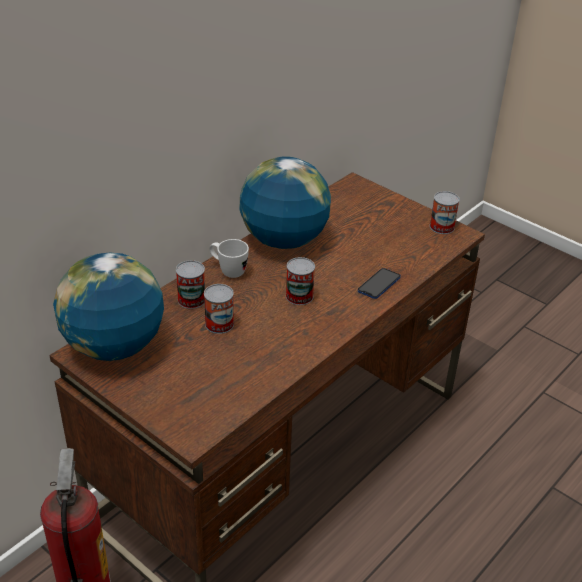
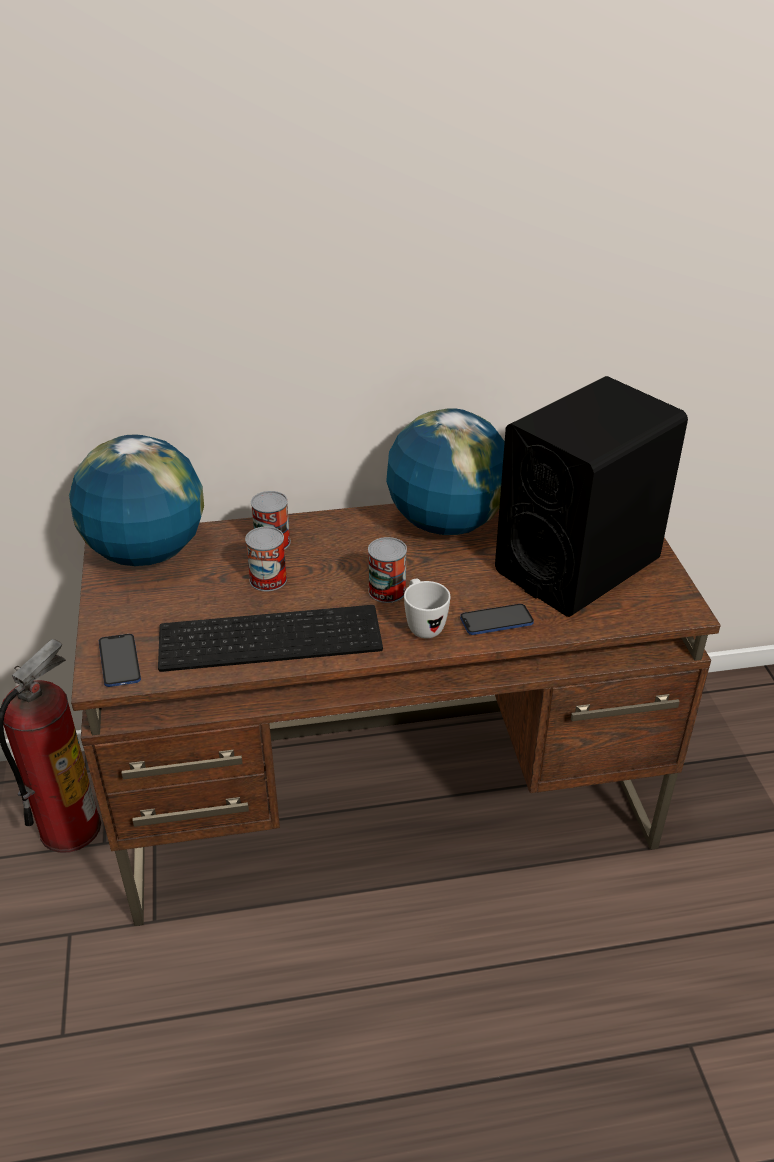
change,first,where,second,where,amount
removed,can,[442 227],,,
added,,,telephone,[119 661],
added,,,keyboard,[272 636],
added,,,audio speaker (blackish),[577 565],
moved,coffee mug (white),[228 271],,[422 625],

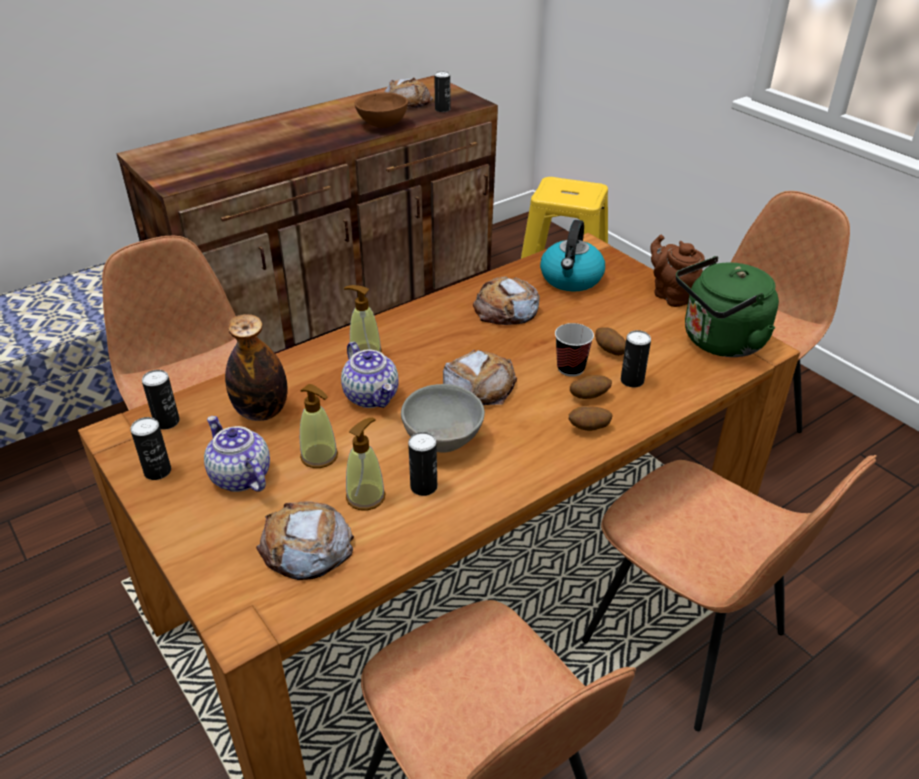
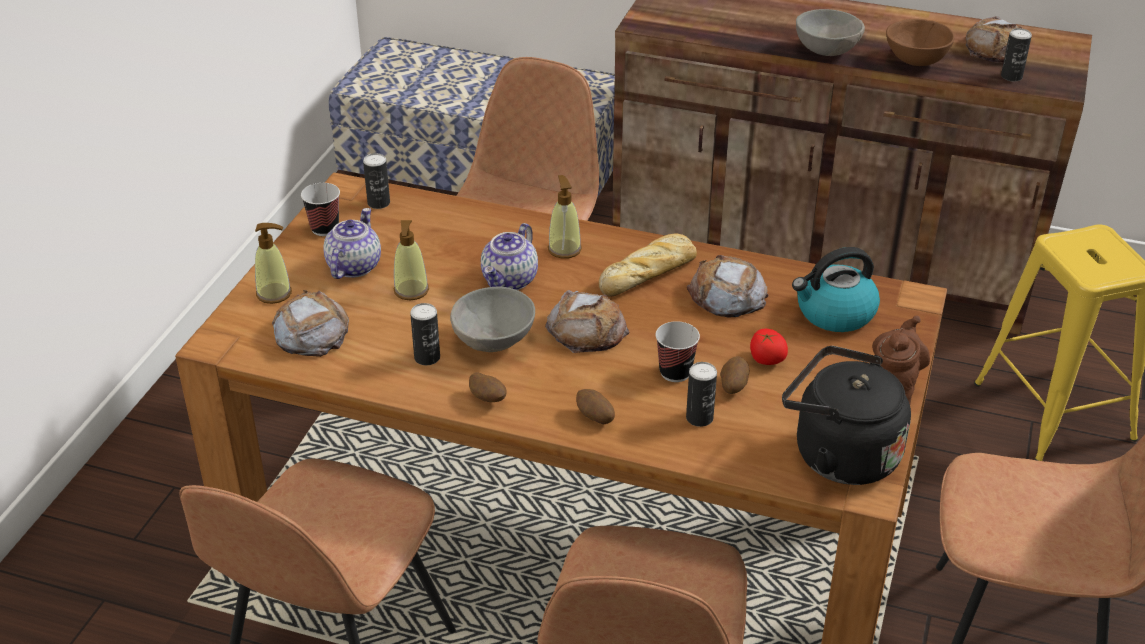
change,first,where,second,where,amount
removed,beverage bottle,[262 412],,,
added,,,baked bread,[649 272],
added,,,fresh tomato,[766 360],
added,,,serving bowl (grey),[826 50],
moved,liquid soap bottle,[366 497],,[274 293],
moved,spud,[589 396],,[488 399],
replaced,can,[157 471],drinking cup,[324 228],
recoloured,tea kettle (greenish),[719 342],tea kettle (blackish),[839 454],

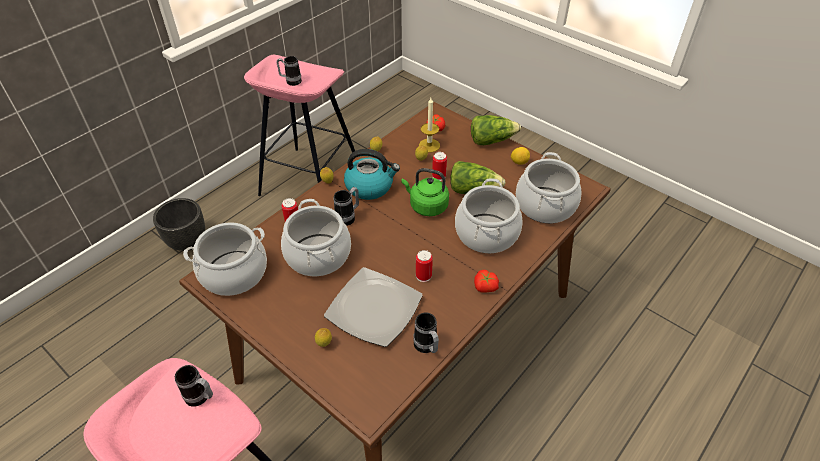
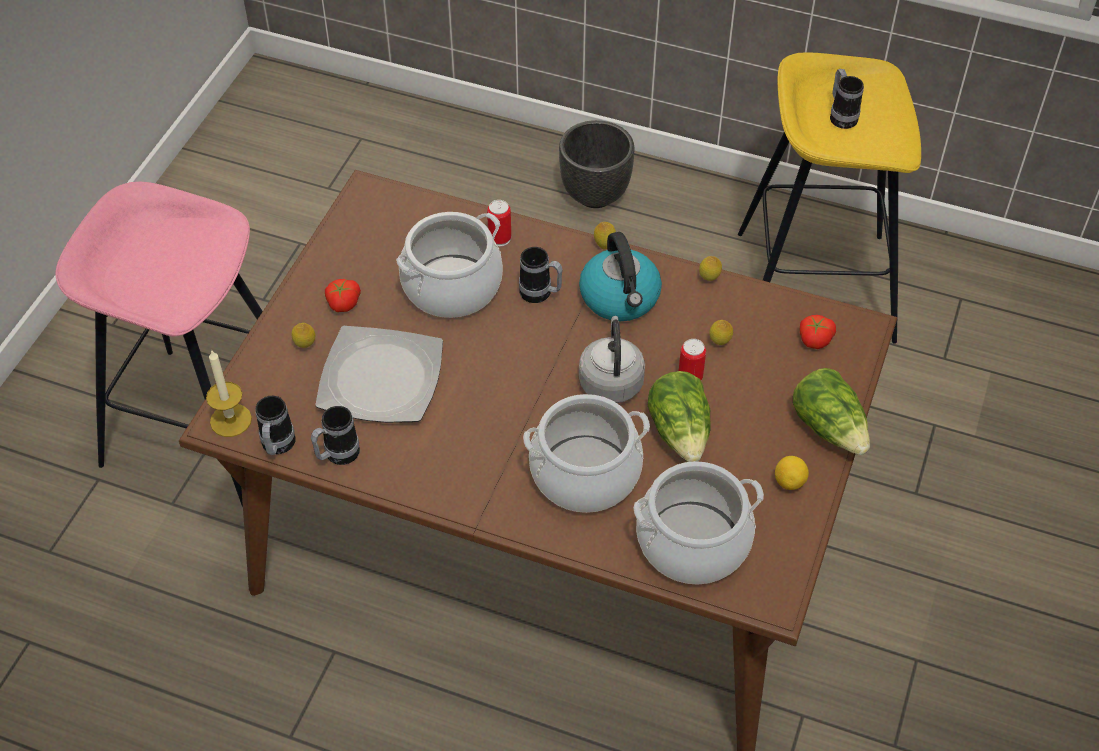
change,first,where,second,where,amount
removed,stockpot,[234 273],,,
removed,can,[423 276],,,
moved,coffee mug,[201 398],,[277 447],
moved,wax candle,[429 145],,[231 420],
moved,fresh tomato,[485 287],,[342 302],
recoloured,sitting stool (pink-coloured),[310 180],sitting stool (yellow),[814 285],
recoloured,tea kettle (greenish),[426 206],tea kettle (grey),[611 380],

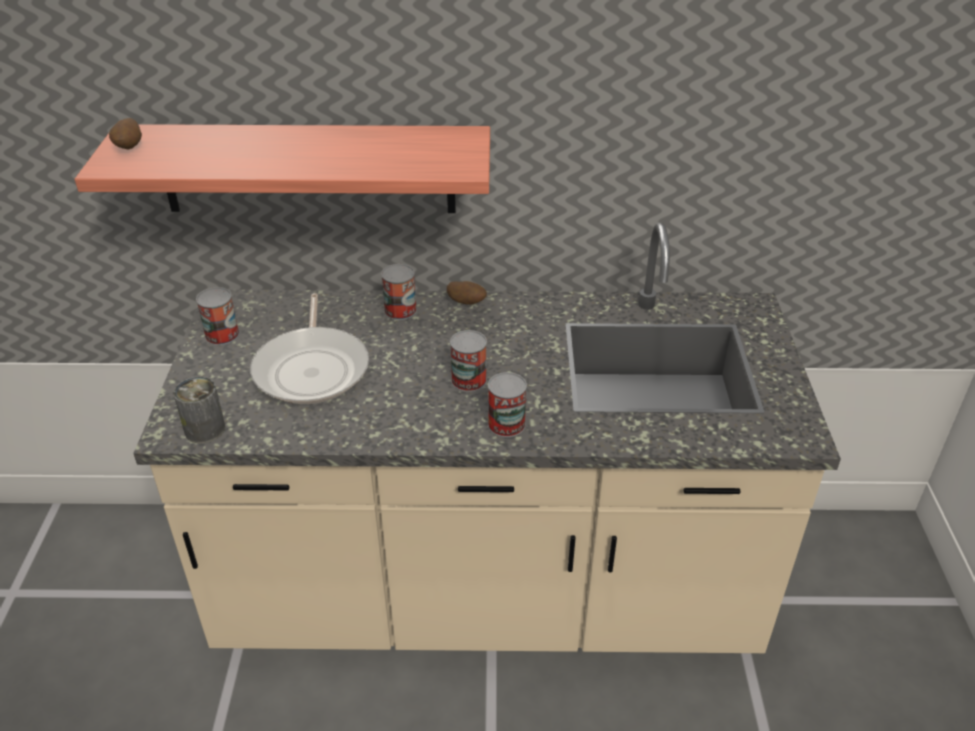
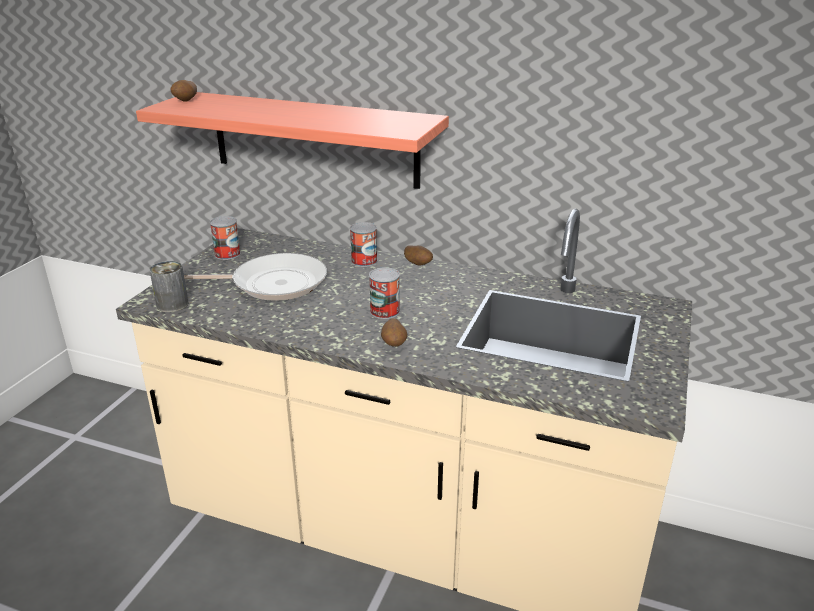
change,first,where,second,where,amount
replaced,can,[506 424],spud,[394 344],
turned,frying pan,[312 368],,[274 283],105 degrees counterclockwise

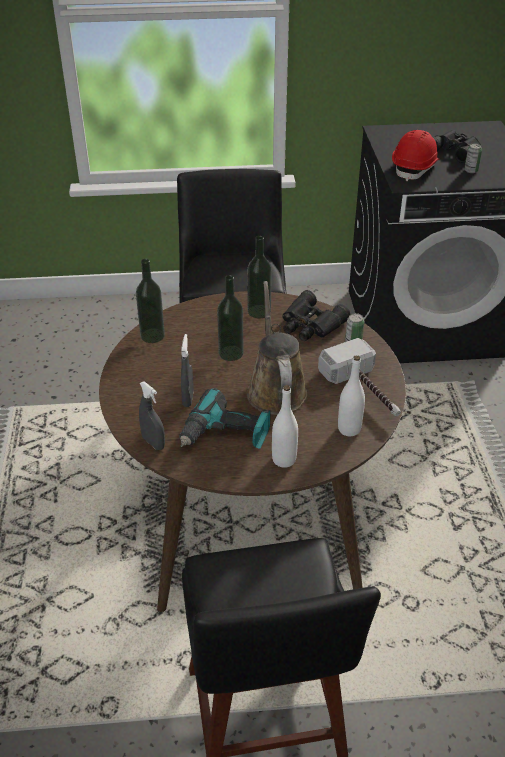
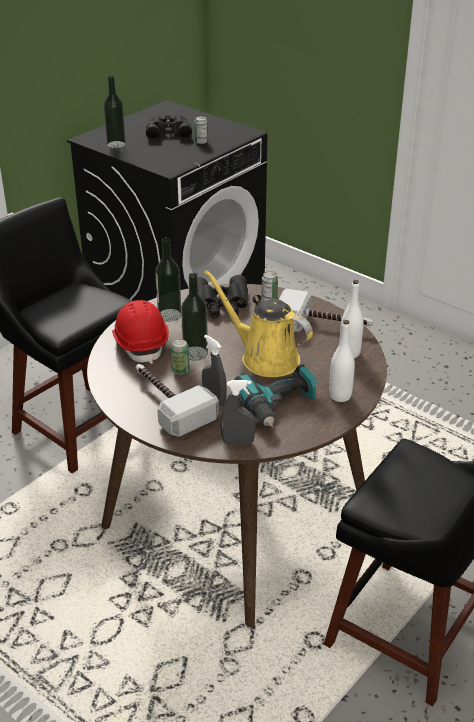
change,first,where,second,where,amount
added,,,hammer,[167 403],
added,,,can,[180 370],
moved,beverage bottle,[152 335],,[116 144],
moved,work helmet (reddish),[415 168],,[141 343],
recoloured,watering pot (brownish),[275 389],watering pot (yellow),[265 358],

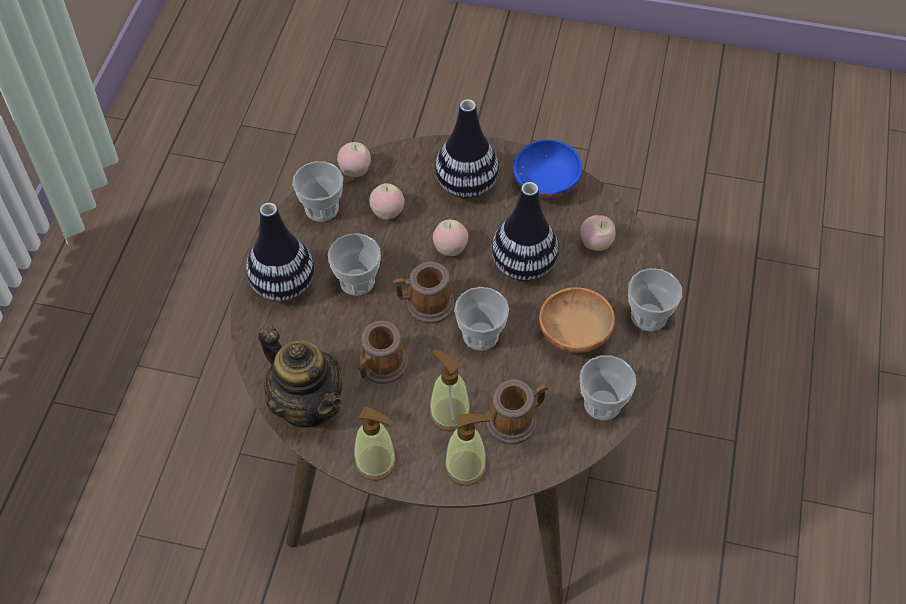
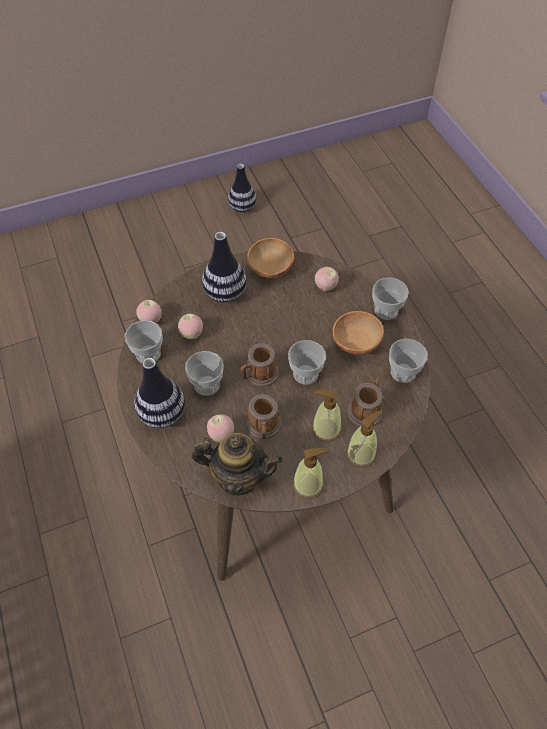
change,first,where,second,where,amount
moved,whole apple,[450 249],,[221 435],
moved,flower vase,[523 265],,[242 207],
recoloured,serving bowl (blue),[544 184],serving bowl (brownish),[270 269],

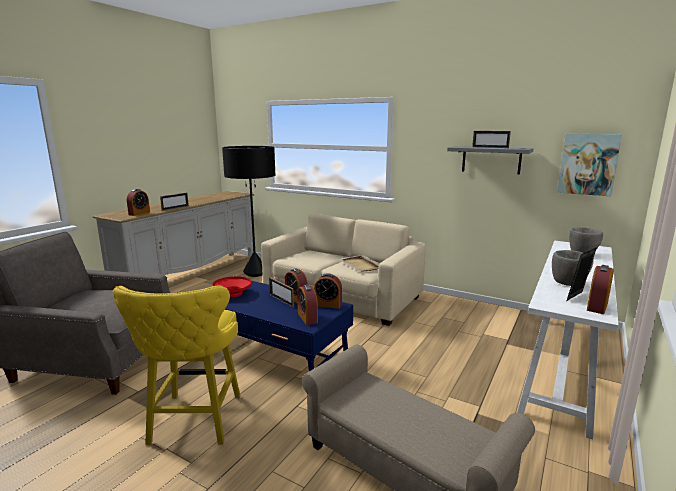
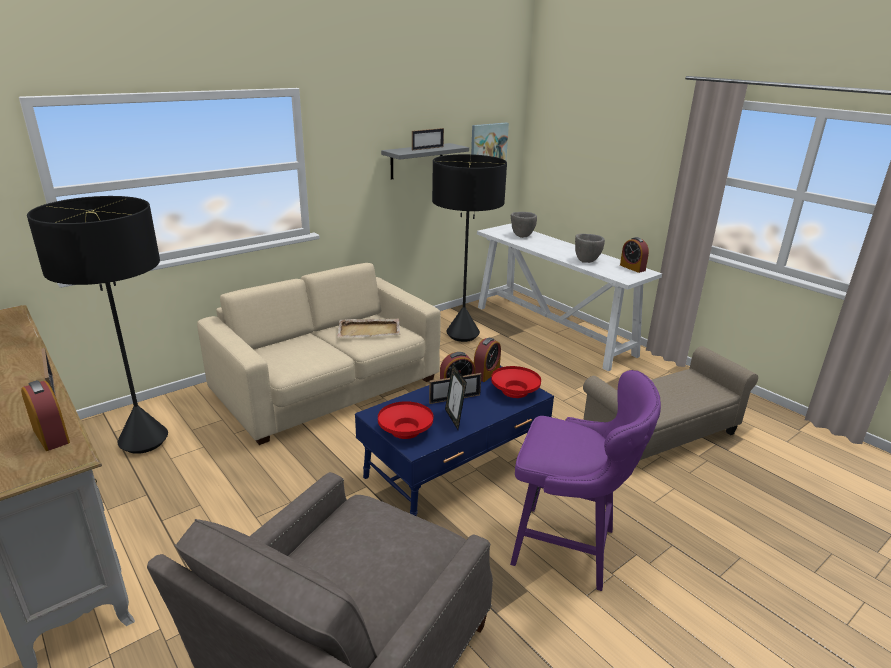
change,first,where,second,where,amount
added,,,standing lamp (blackish),[462 336],
moved,standing frame,[577 297],,[454 419],
replaced,bedside clock,[307 318],serving bowl (reddish),[515 391],
recoloured,sitting stool (yellow),[194 421],sitting stool (purple),[569 548],

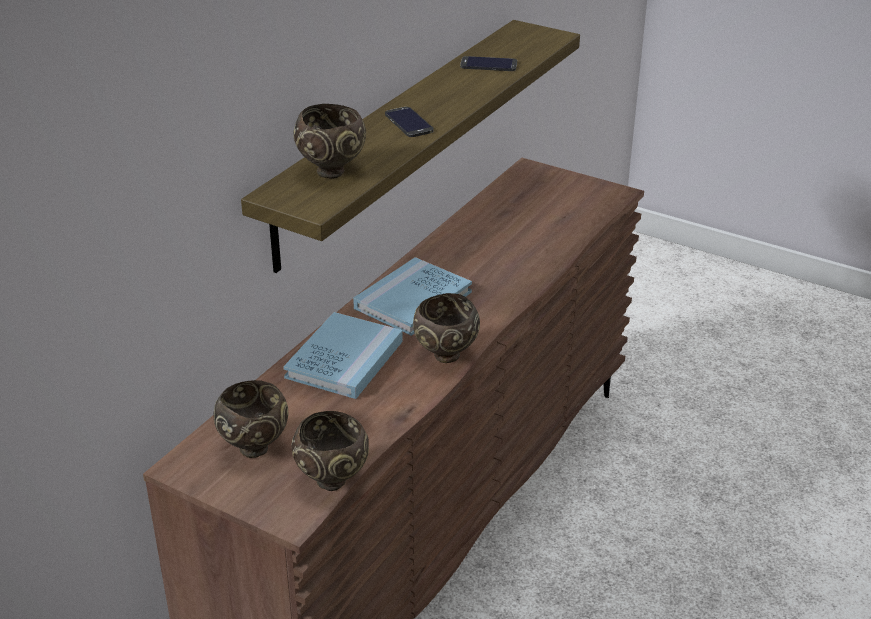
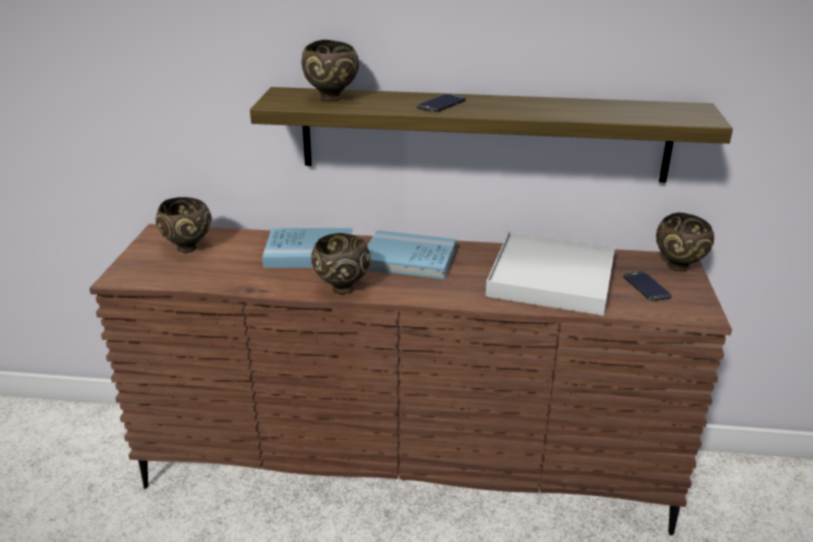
change,first,where,second,where,amount
added,,,serving tray (white),[552 278],
moved,serving bowl (brownish),[333 481],,[679 267],
moved,telephone,[488 64],,[646 286],

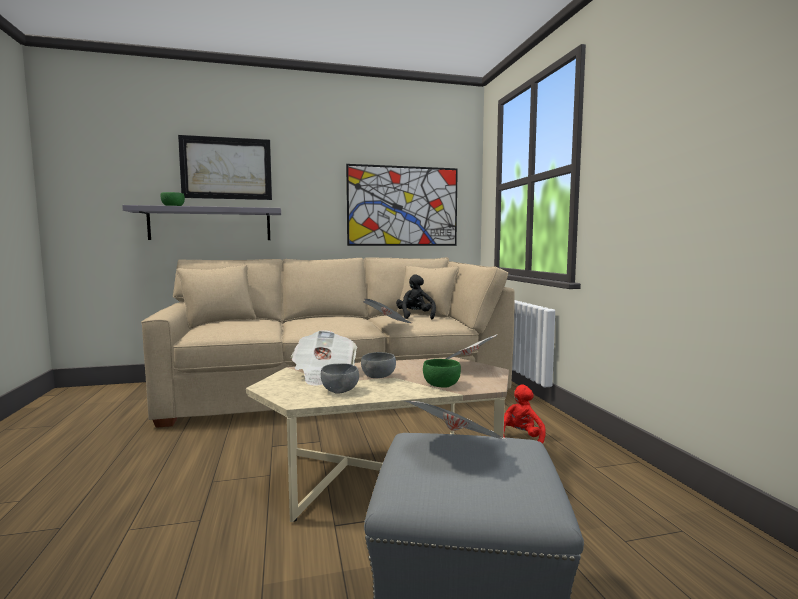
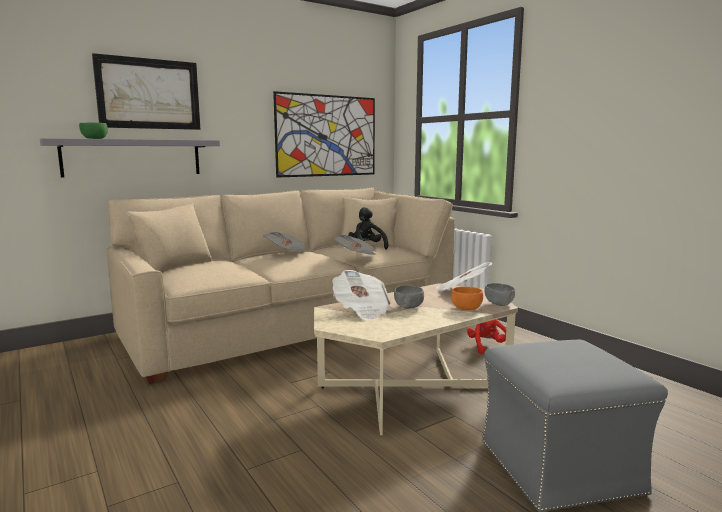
change,first,where,second,where,amount
moved,serving bowl (grey),[340 391],,[499 304],
moved,daily paper,[457 449],,[287 254],
recoloured,serving bowl (greenish),[441 385],serving bowl (orangey),[466 308],

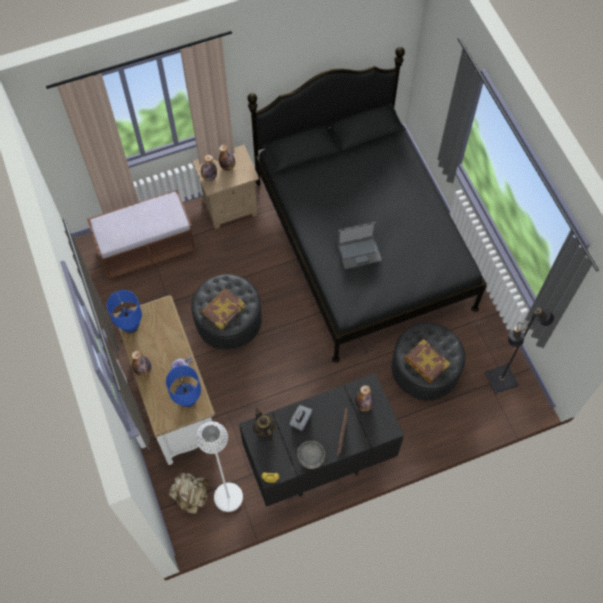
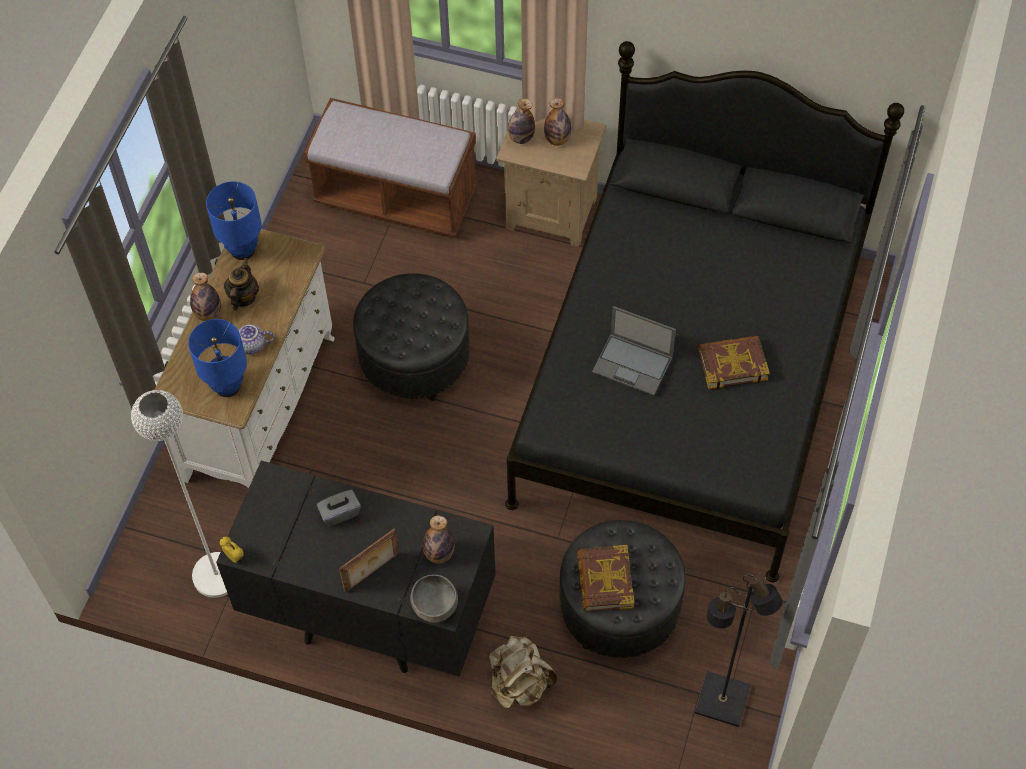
change,first,where,second,where,amount
moved,backpack (beige),[190 496],,[519 683],
moved,bound book,[223 310],,[732 364],
moved,pot for tea,[264 429],,[243 297],
moved,serving bowl (grey),[311 458],,[435 608],

